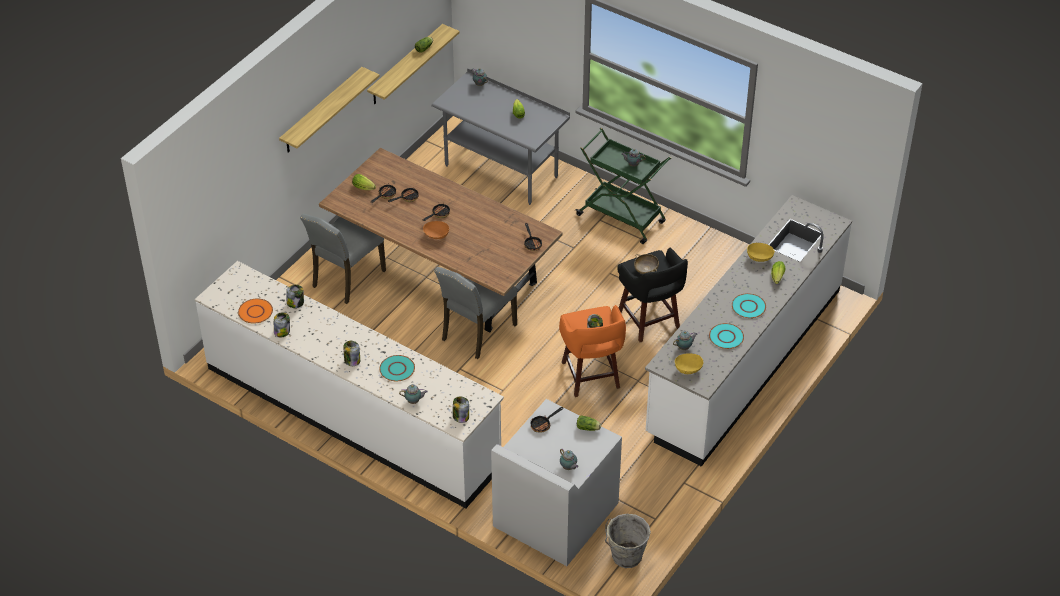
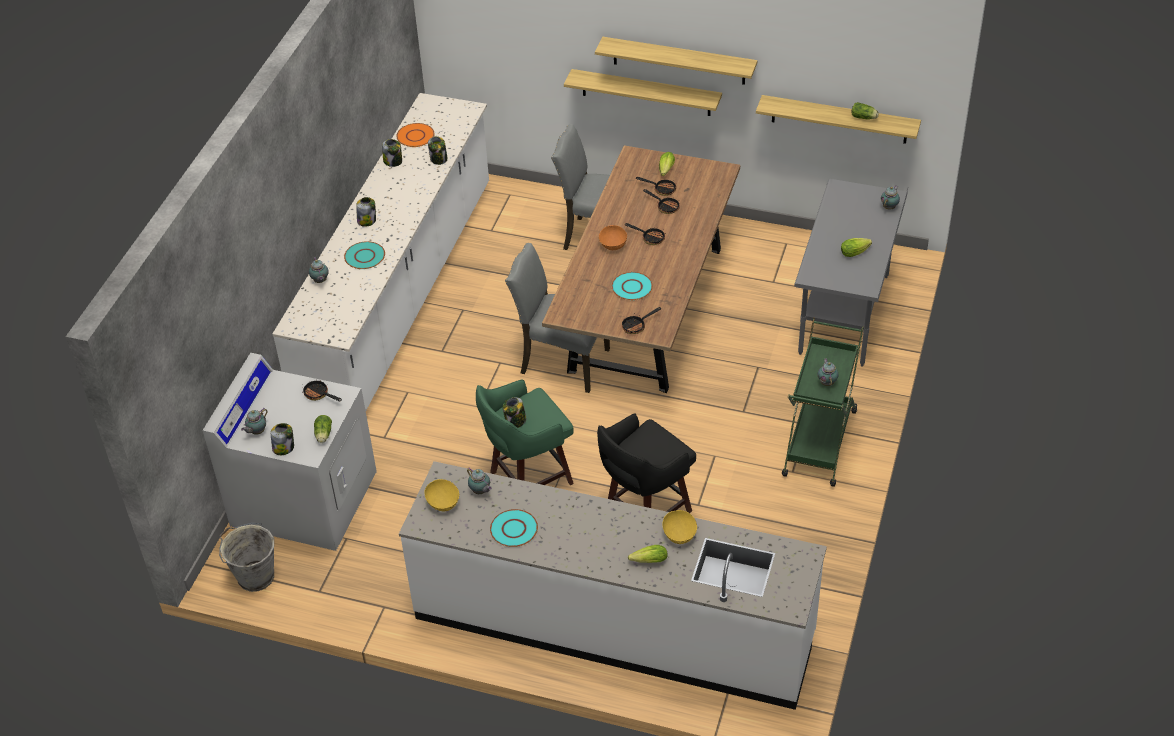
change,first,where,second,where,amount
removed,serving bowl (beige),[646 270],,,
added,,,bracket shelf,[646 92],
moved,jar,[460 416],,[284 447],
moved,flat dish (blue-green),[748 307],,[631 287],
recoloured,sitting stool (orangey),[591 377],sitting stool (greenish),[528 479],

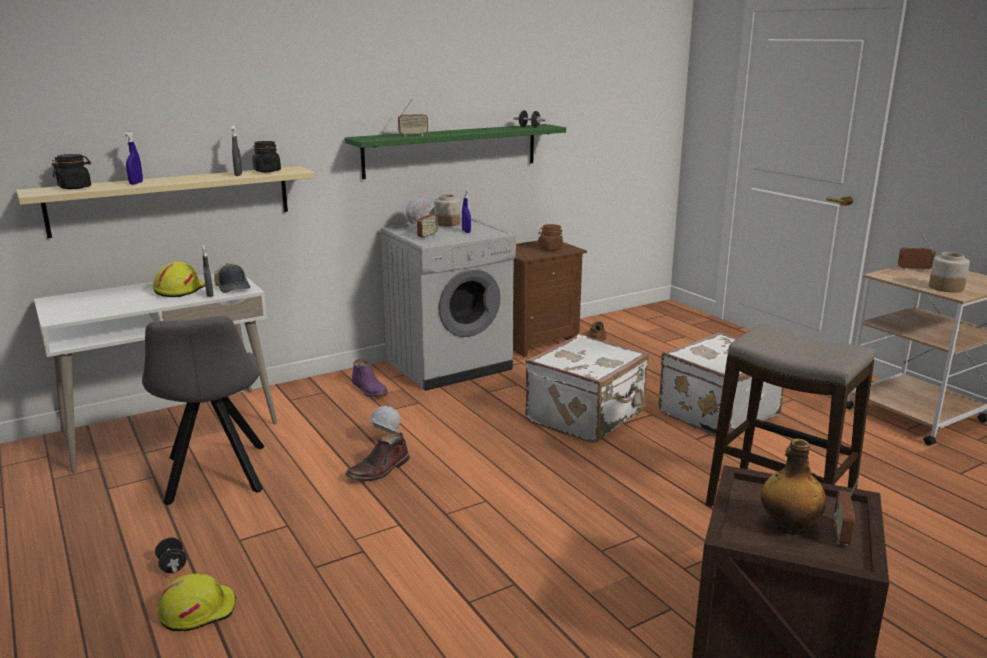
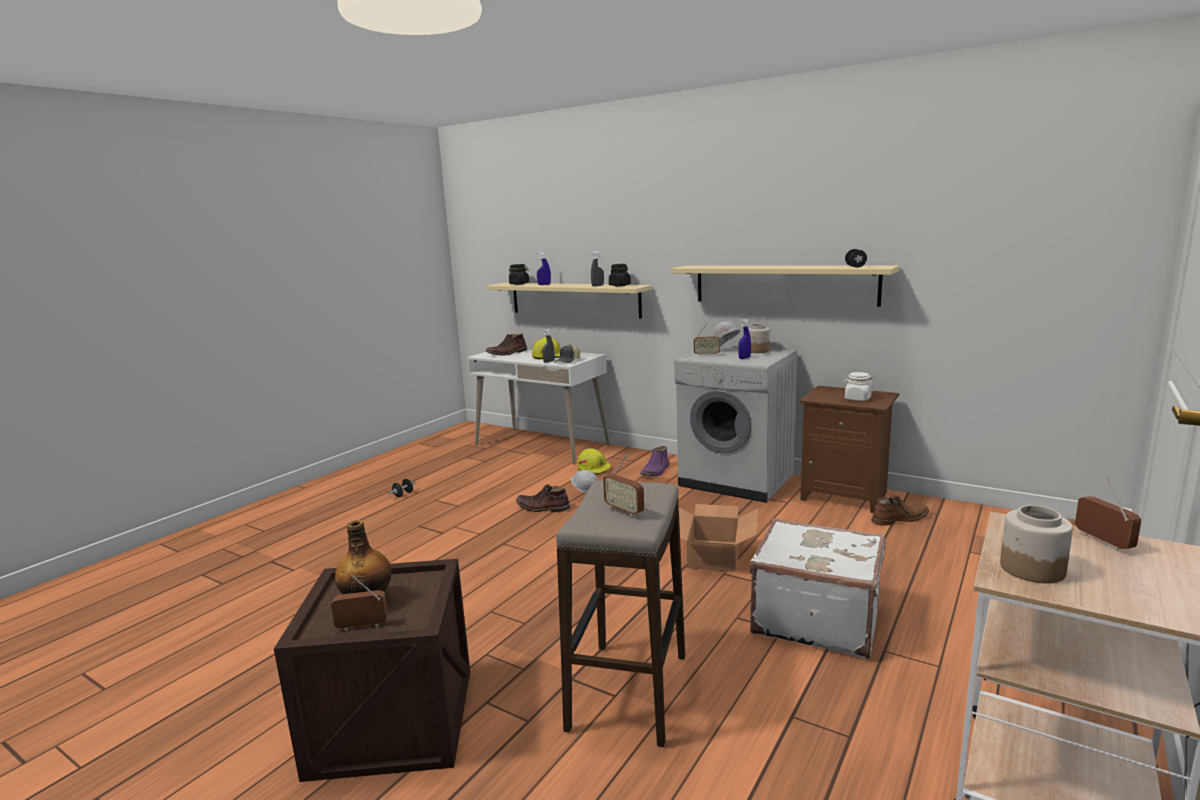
change,first,where,second,where,amount
removed,plain chair (grey),[215 474],,,
added,,,boot (brownish),[507 353],
moved,work helmet (yellow),[198 610],,[594 469],
moved,radio,[413 135],,[624 510],
replaced,suitcase (white),[587 417],cardboard box,[714 555],
recoloured,bracket shelf (greenish),[451 150],bracket shelf (beige),[783 284],
recoloured,jar (brownish),[550 249],jar (white),[857 399],

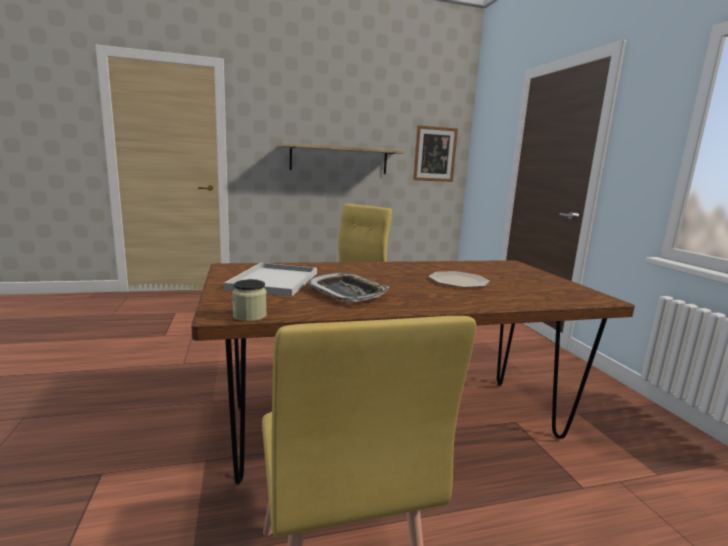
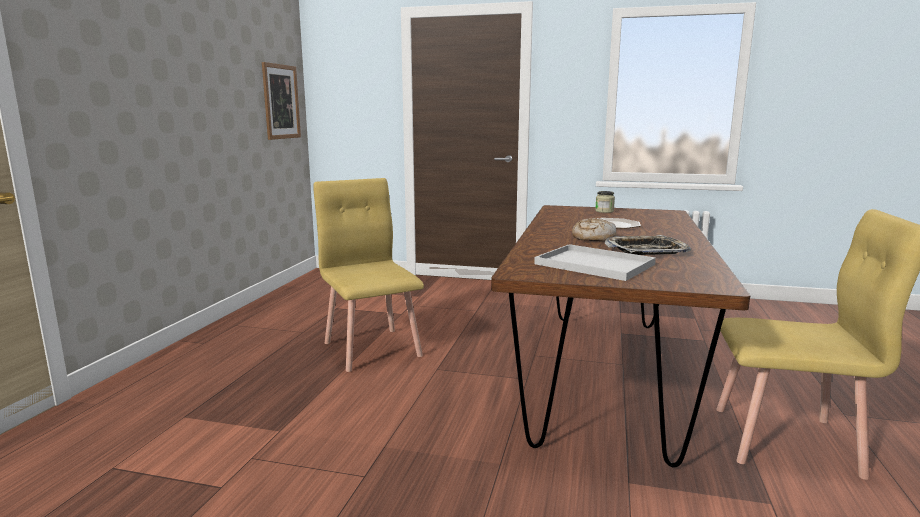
change,first,where,second,where,amount
removed,bracket shelf,[339 159],,,
added,,,baked bread,[593 238],
moved,jar,[250 316],,[604 211],

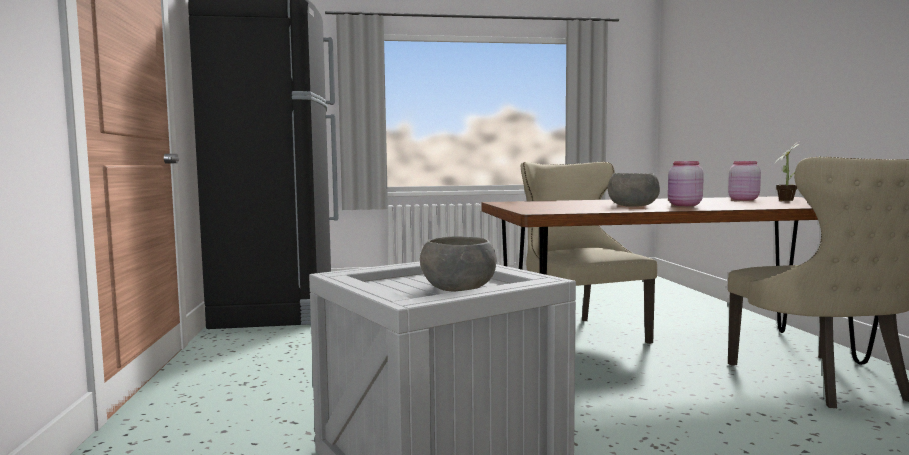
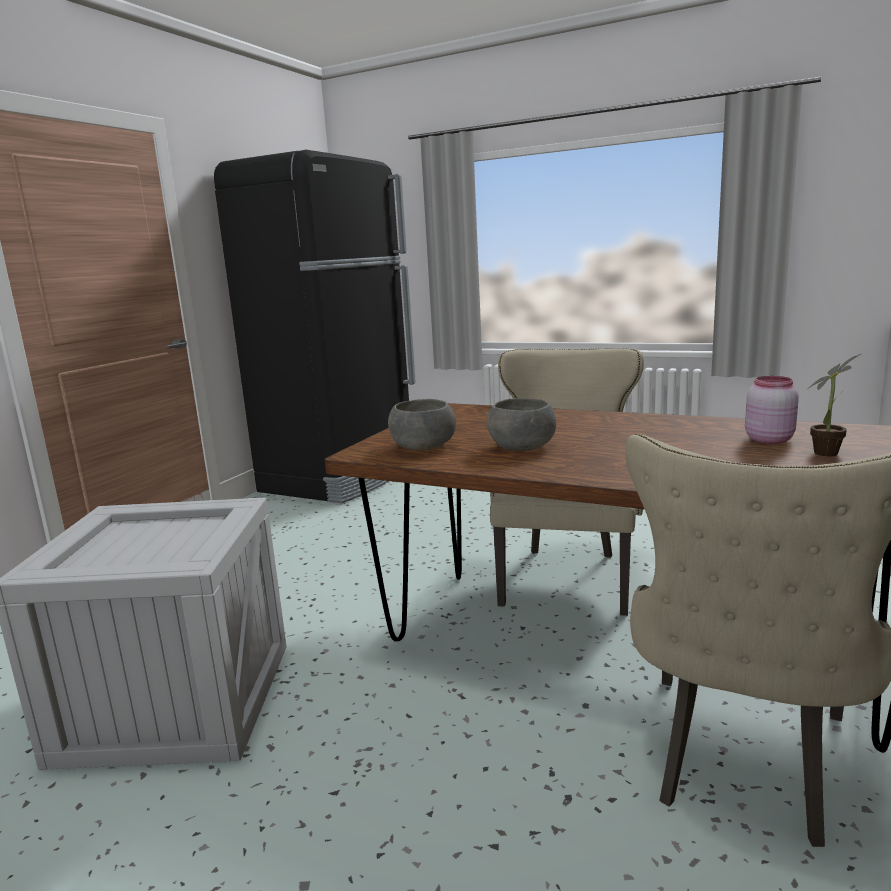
change,first,where,second,where,amount
removed,jar (pink-coloured),[683 205],,,
moved,serving bowl (grey),[458 289],,[423 446],

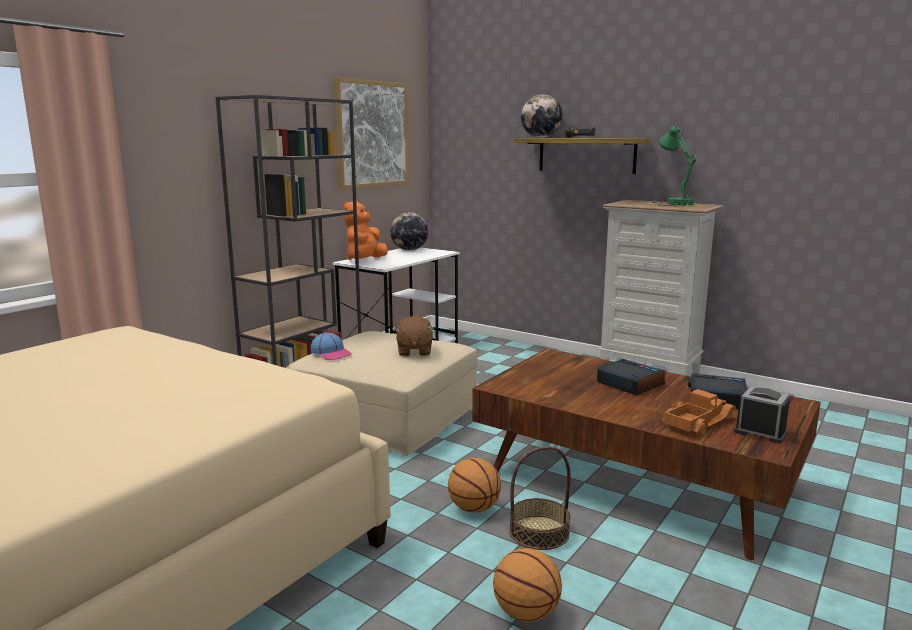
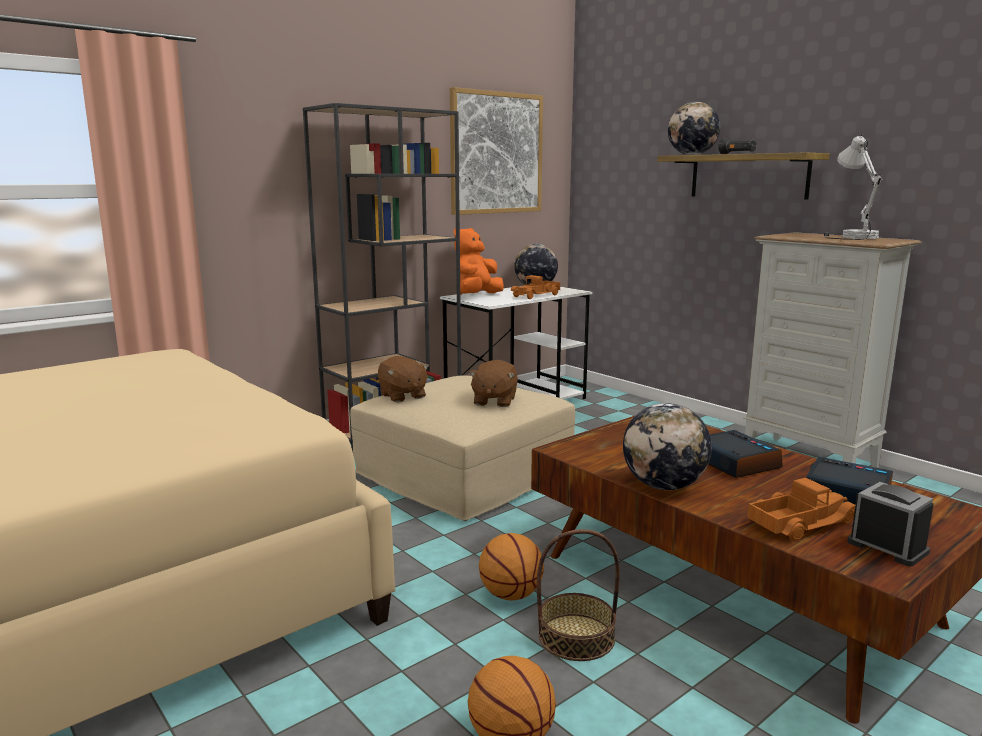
change,first,where,second,where,amount
added,,,toy truck,[537 296],
added,,,globe,[664 486],
replaced,baseball cap,[331 353],plush toy (brownish),[402 396],
recoloured,tabletop lamp (greenish),[671 204],tabletop lamp (white),[847 237],

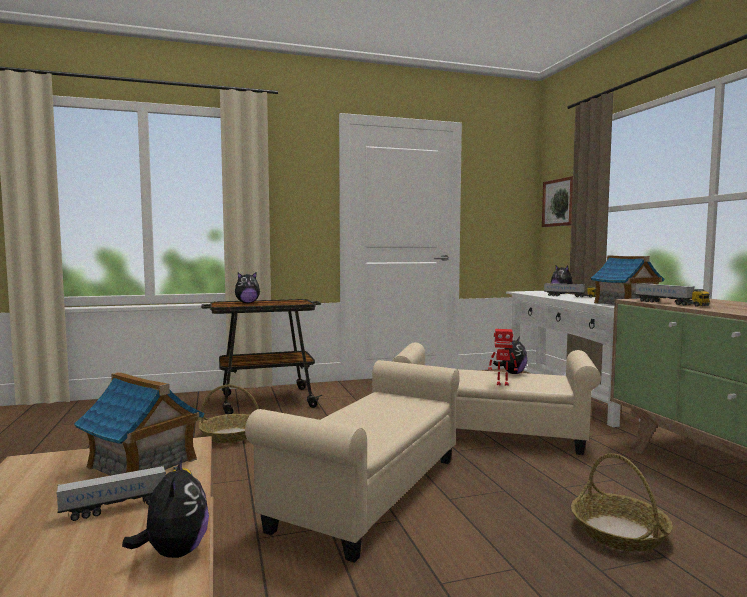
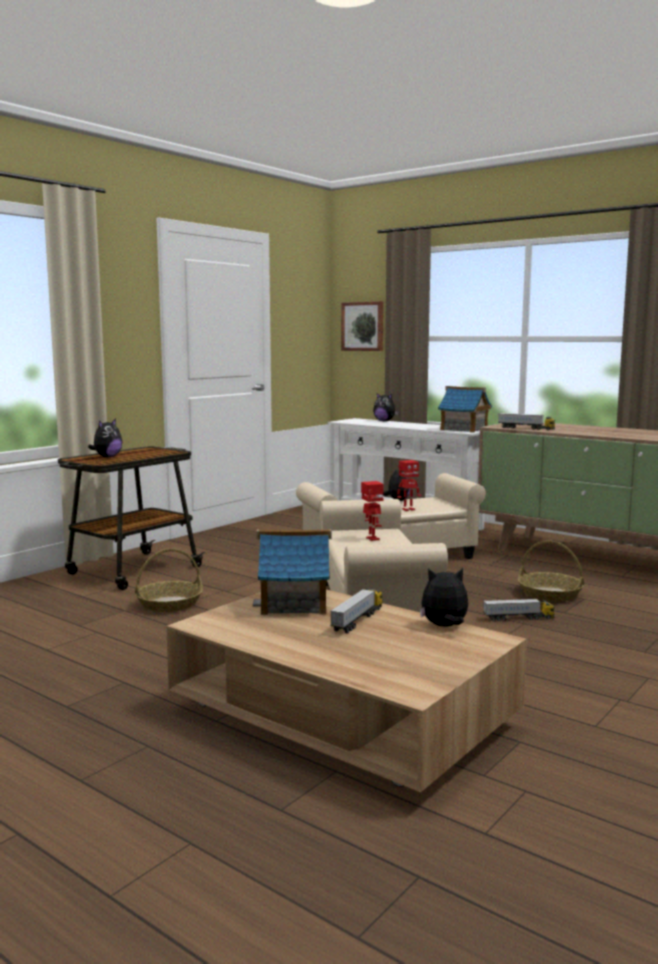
change,first,where,second,where,amount
added,,,toy robot,[372 539],
moved,toy truck,[569 296],,[518 618],
turned,plush toy,[174 553],,[444 626],45 degrees counterclockwise

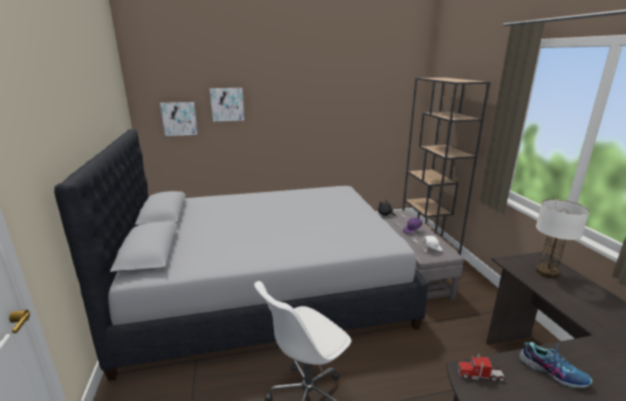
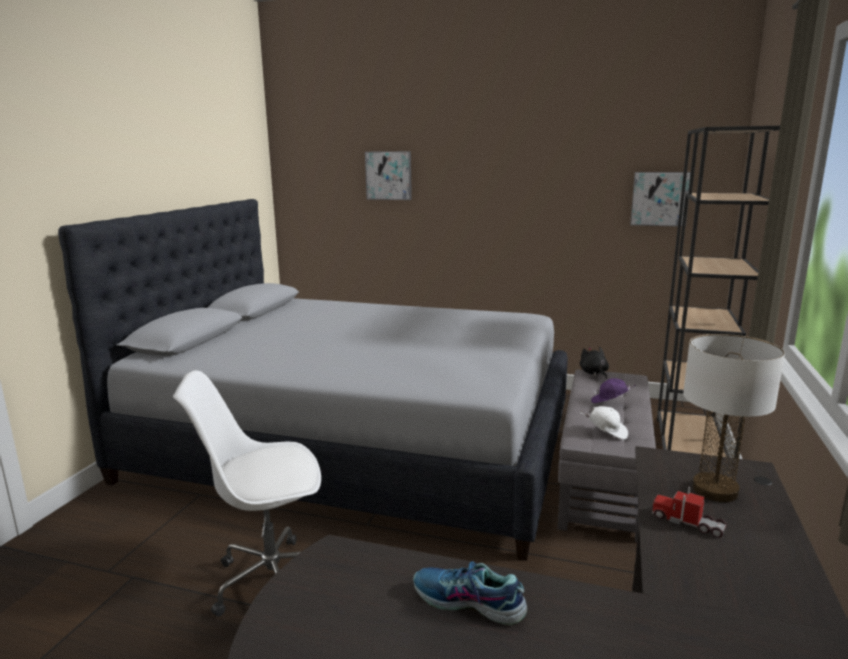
change,first,where,second,where,amount
moved,picture,[179 119],,[659 198],
moved,toy truck,[480 375],,[687 523],
turned,low shoe,[552 372],,[468 603],135 degrees clockwise

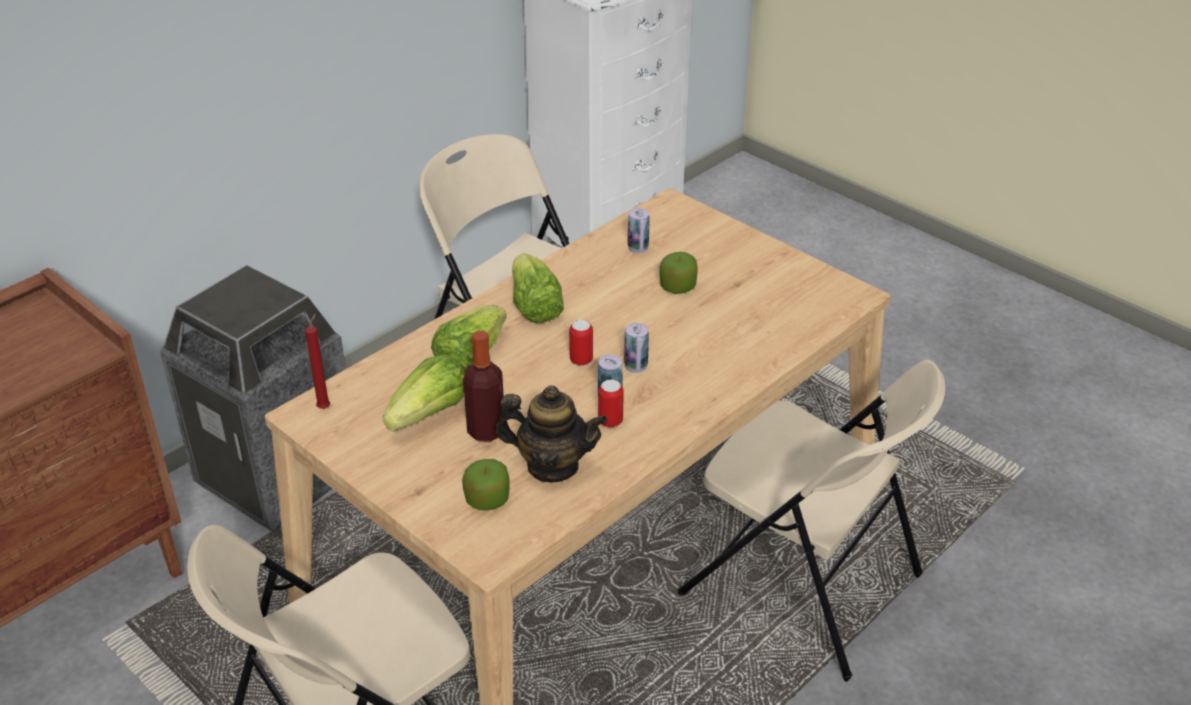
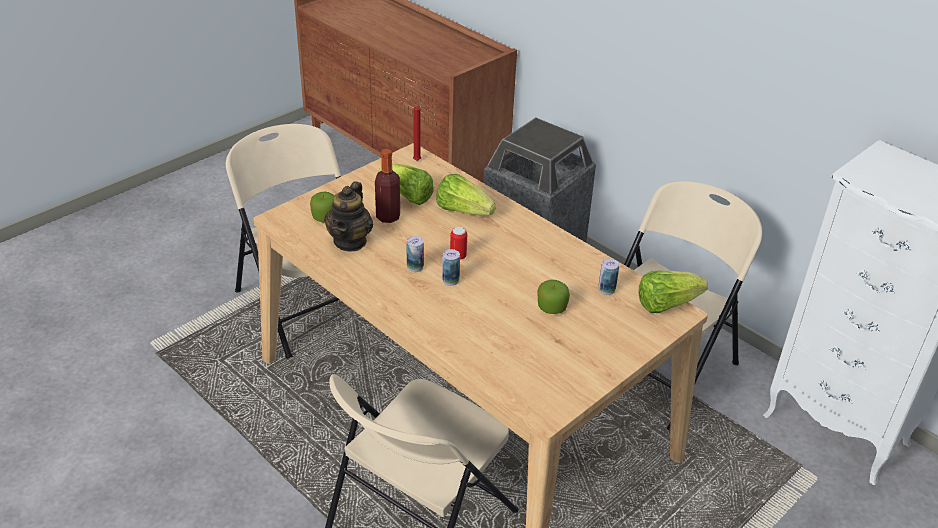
change,first,where,second,where,amount
removed,can,[610 421],,,
moved,lettuce,[534 306],,[666 304],

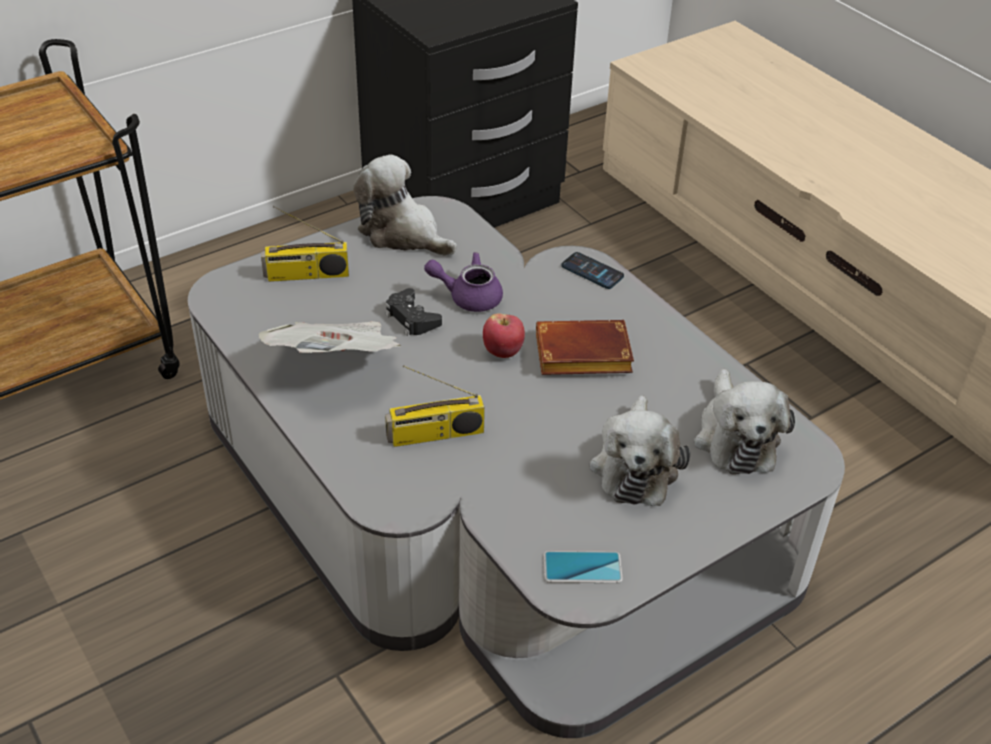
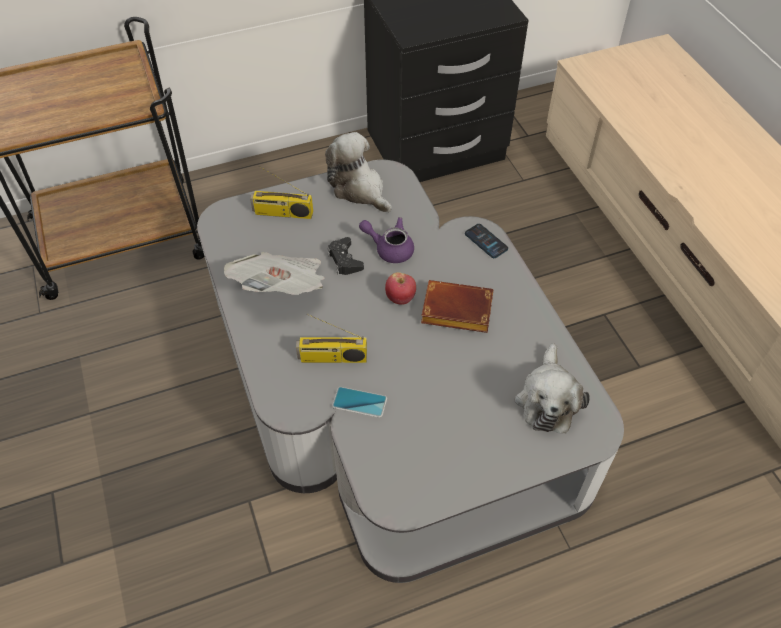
change,first,where,second,where,amount
removed,plush toy,[635 466],,,
moved,telephone,[582 568],,[359 402],

